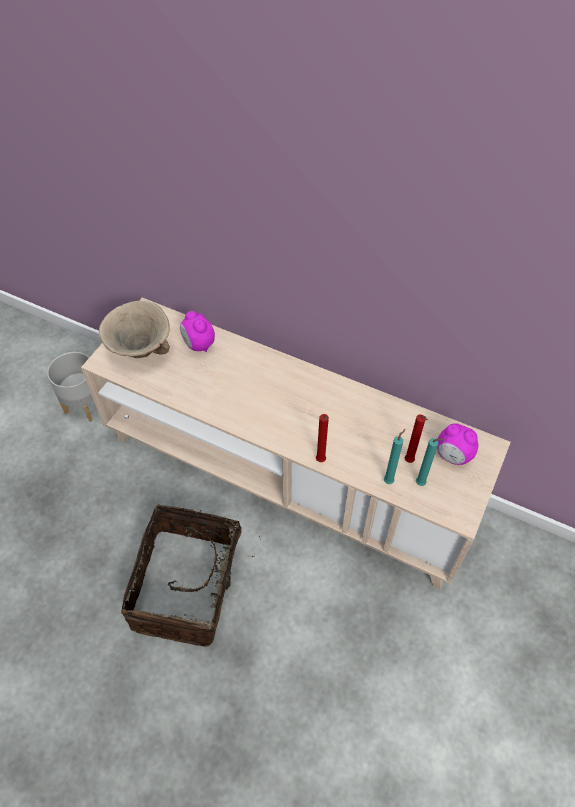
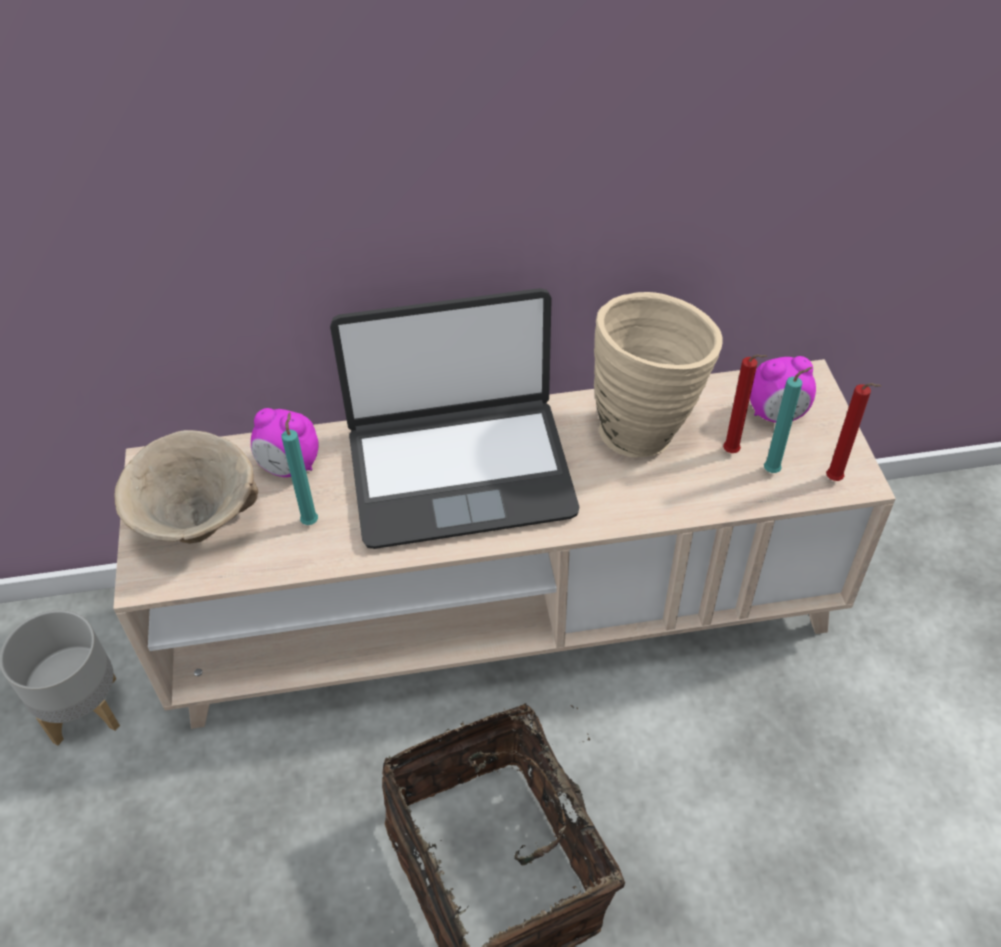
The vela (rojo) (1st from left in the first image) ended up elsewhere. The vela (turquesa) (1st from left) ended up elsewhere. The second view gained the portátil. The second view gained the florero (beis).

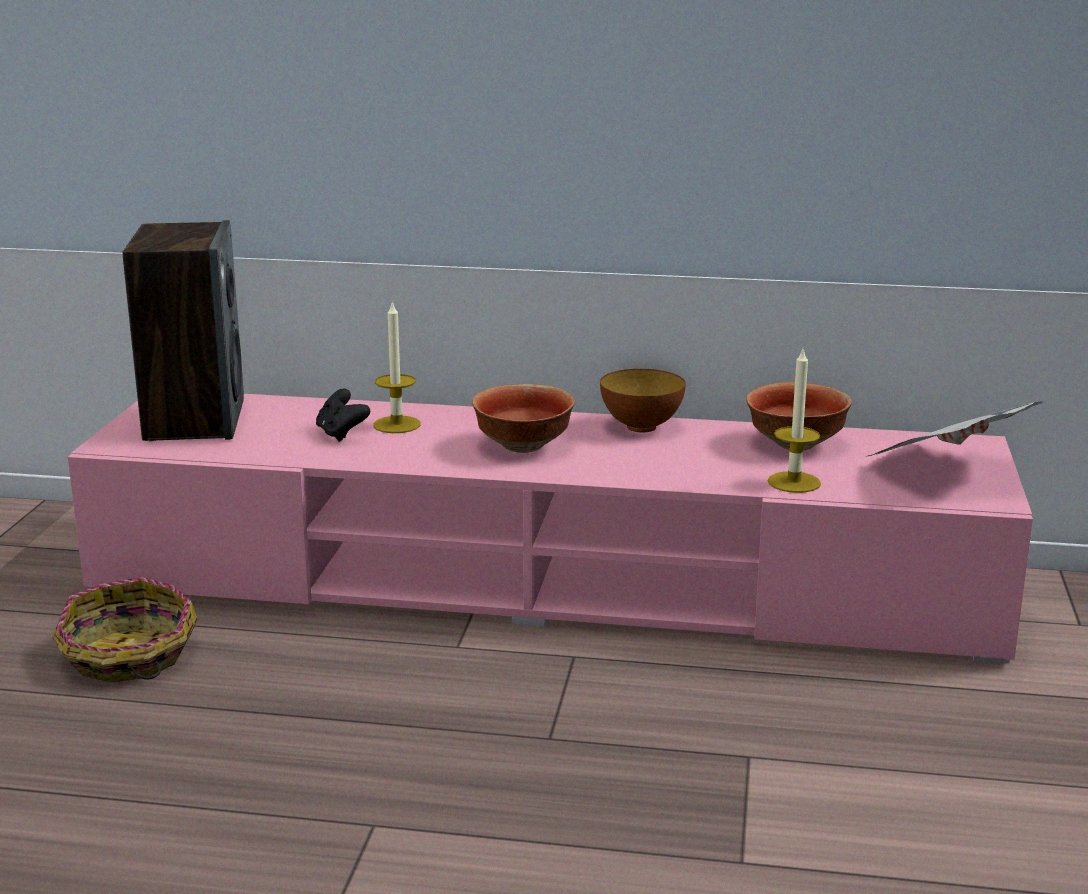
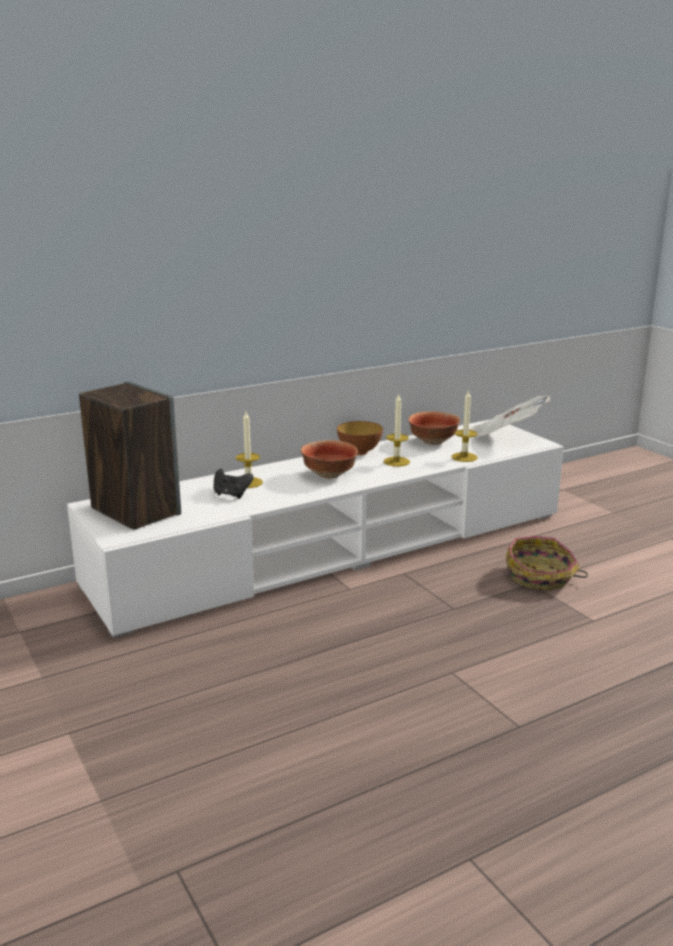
What was the mueble de televisión (rosa) turned into the mueble de televisión (blanco). The cesta ended up elsewhere. The second view gained the vela (2nd from left).

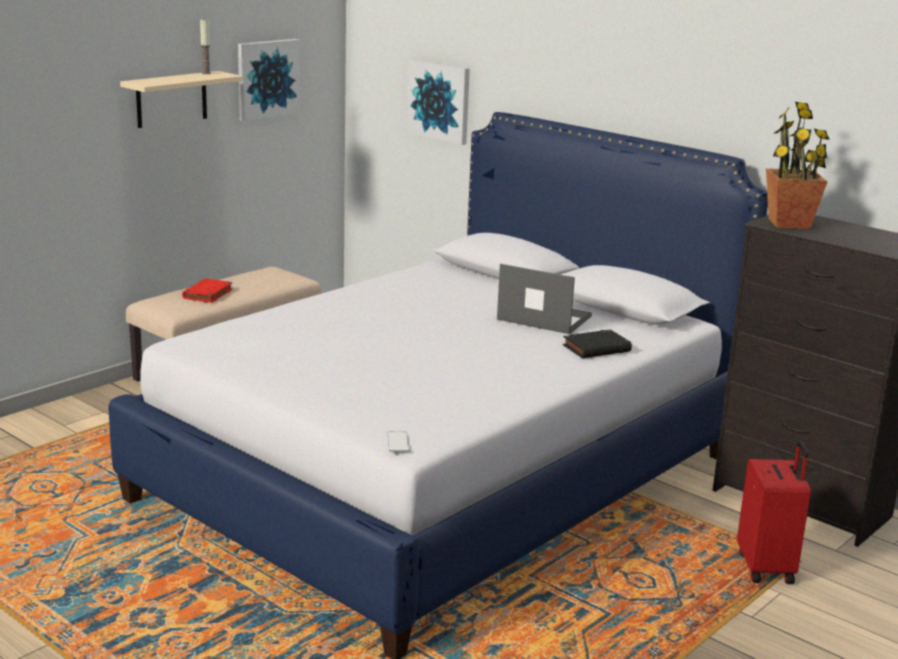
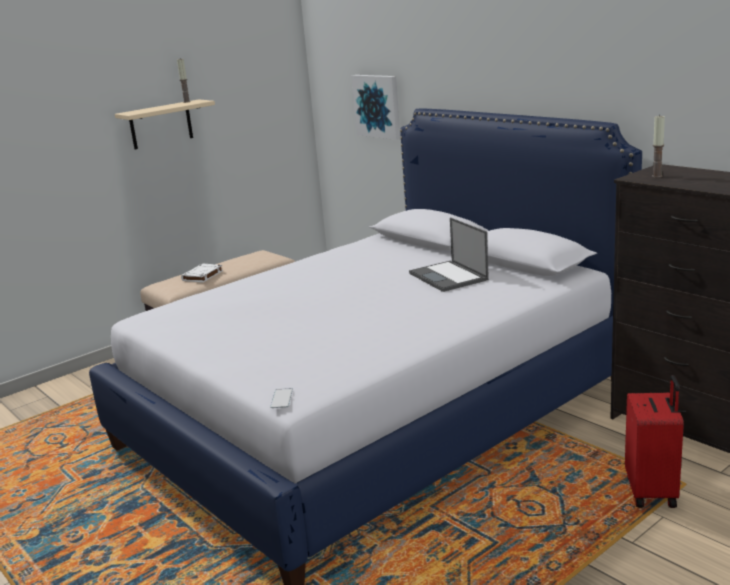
The second view lost the cuadro (1st from left). Where the planta en maceta stood, the vela (2nd from left) came to stand. The portátil ended up facing another way, 150 degrees counterclockwise from before. What was the libro (rojo) turned into the libro (blanco). The second view lost the libro (negro).

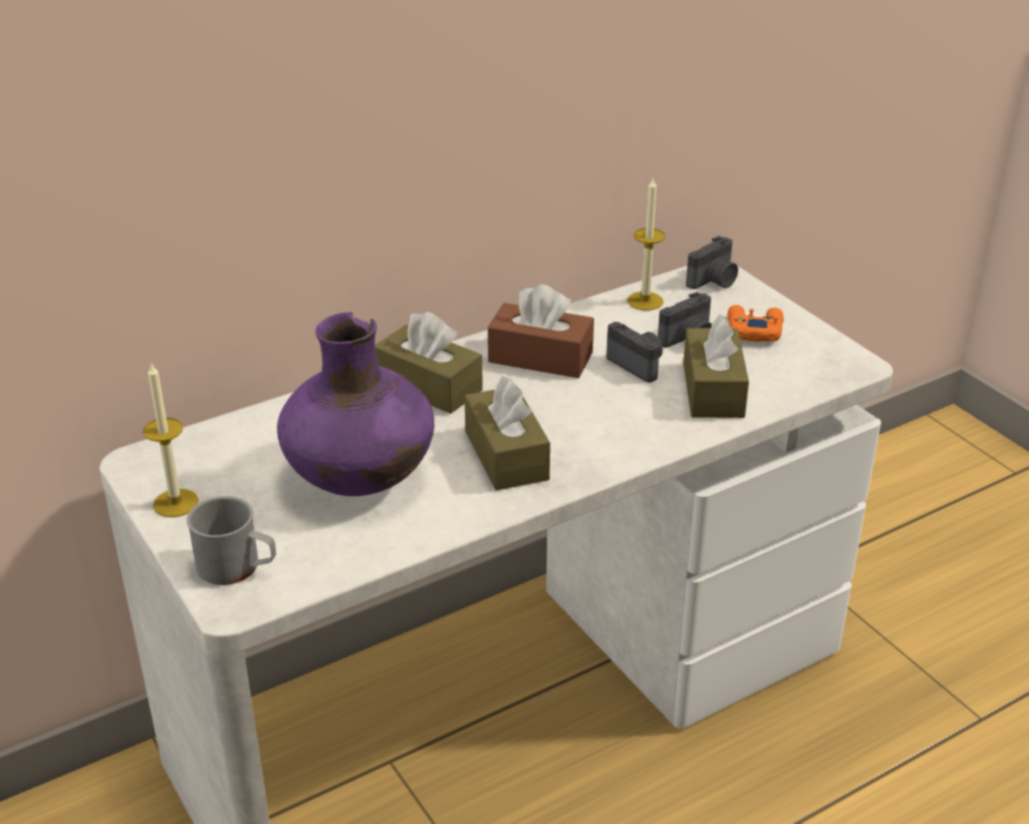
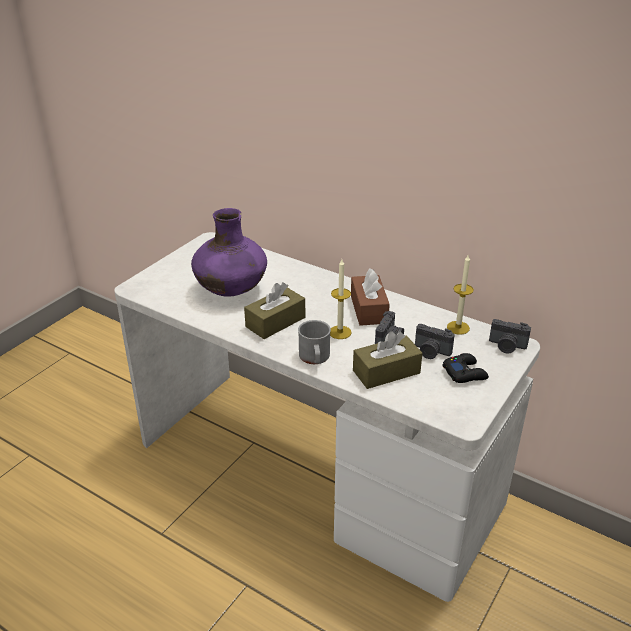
What was the mando de consola (naranja) turned into the mando de consola (negro). The second view lost the caja de pañuelos (marrón) (1st from left). The vela (1st from left) ended up elsewhere. The taza grande (gris) ended up elsewhere.

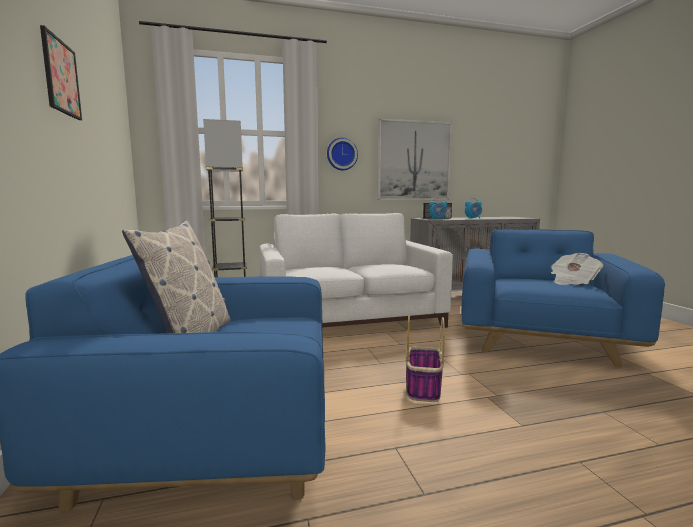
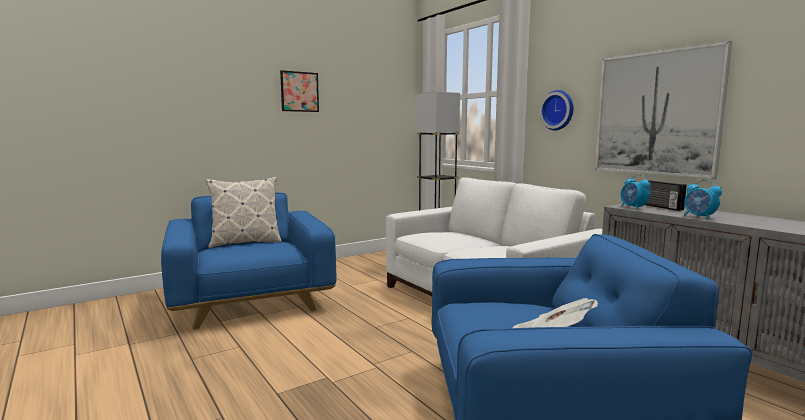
The second view lost the cesta.

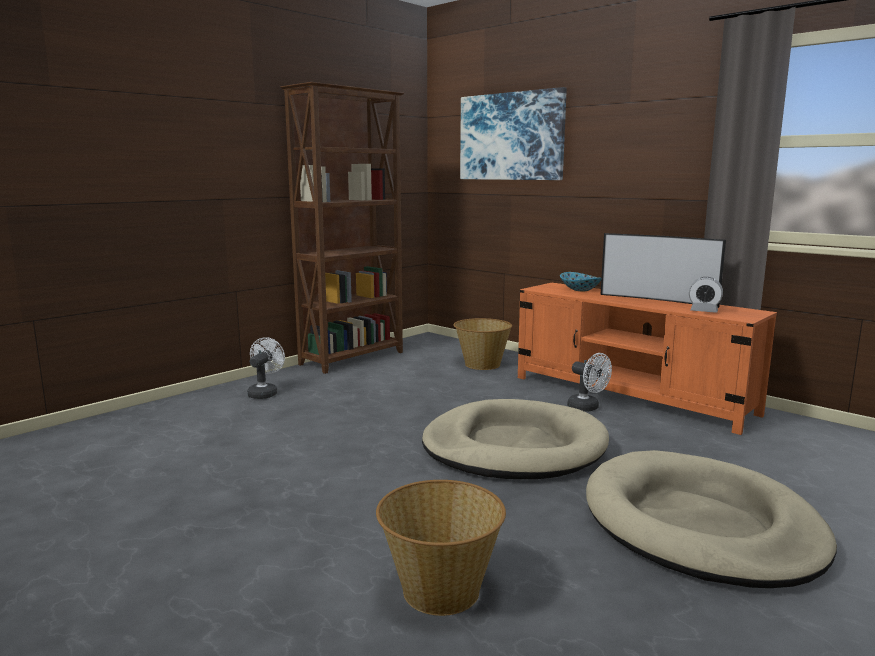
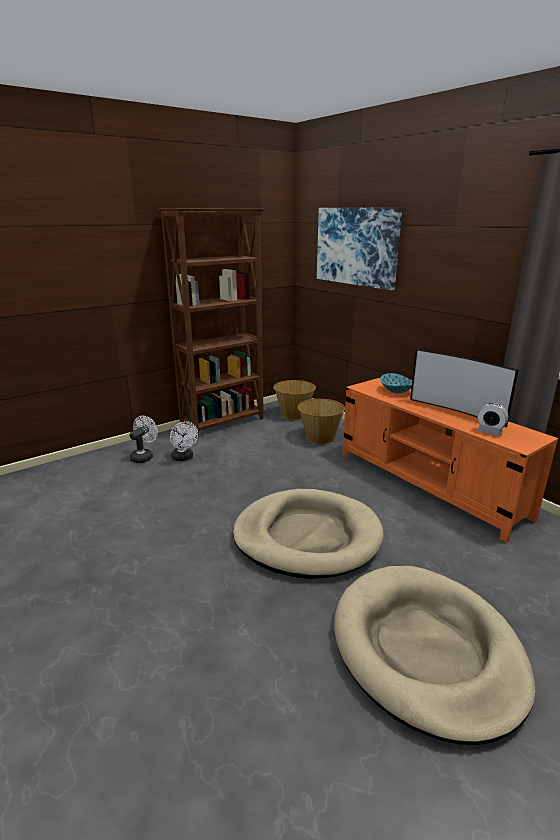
The ventilador (blanco) (2nd from left) ended up elsewhere. The cesta (1st from left) ended up elsewhere.

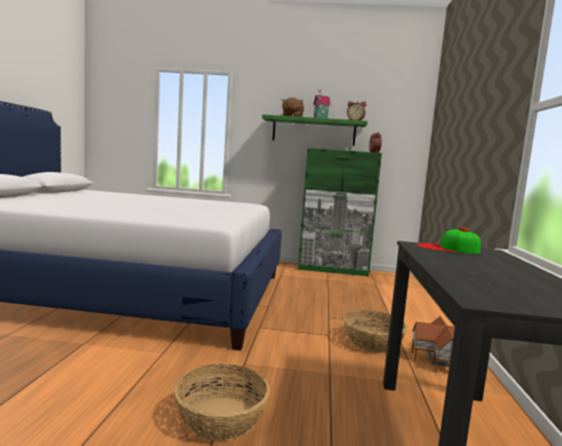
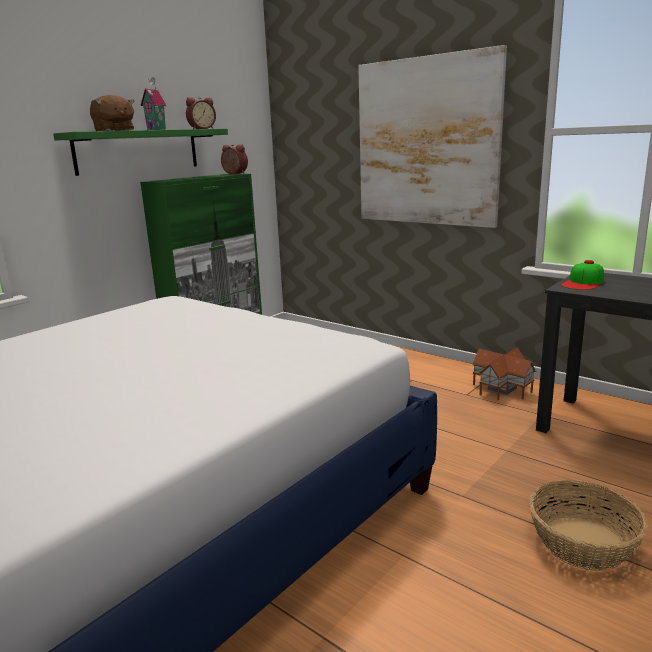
The second view lost the cesta (2nd from left). The second view gained the cuadro.

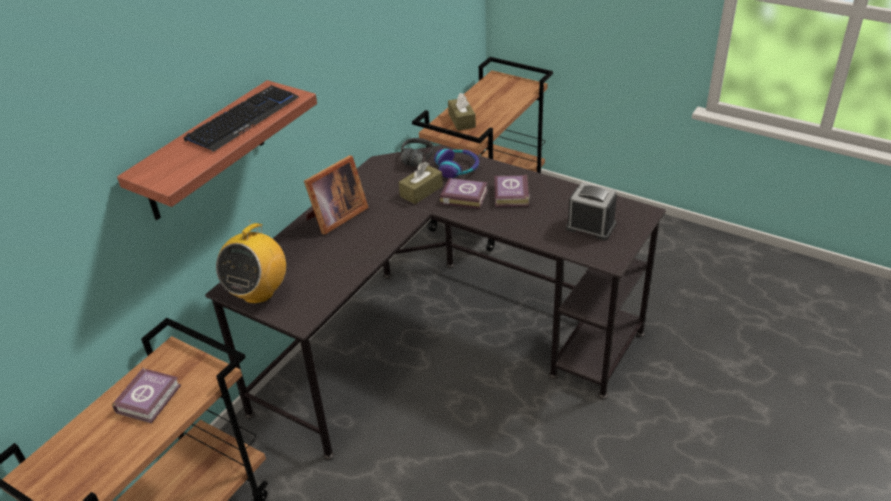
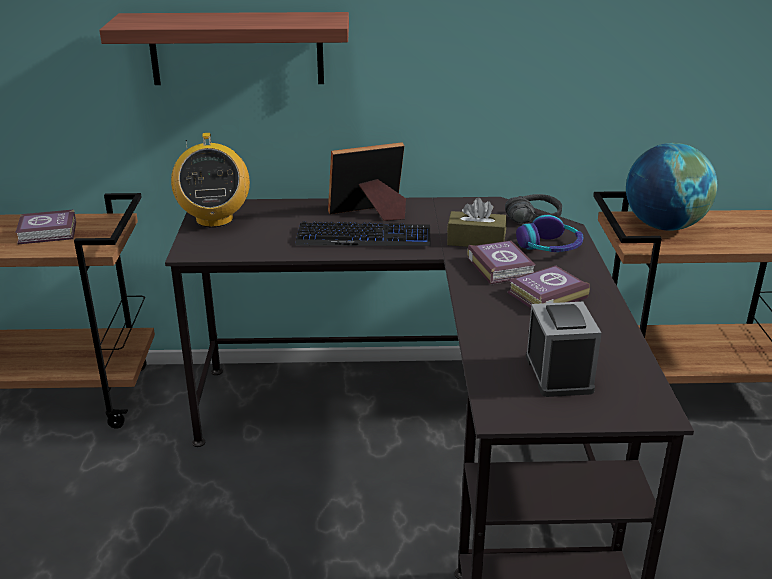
The teclado ended up elsewhere. Where the caja de pañuelos (marrón) (2nd from left) stood, the globo terráqueo came to stand. The portarretratos ended up facing another way, 150 degrees clockwise from before. The radio ended up facing another way, 90 degrees counterclockwise from before.

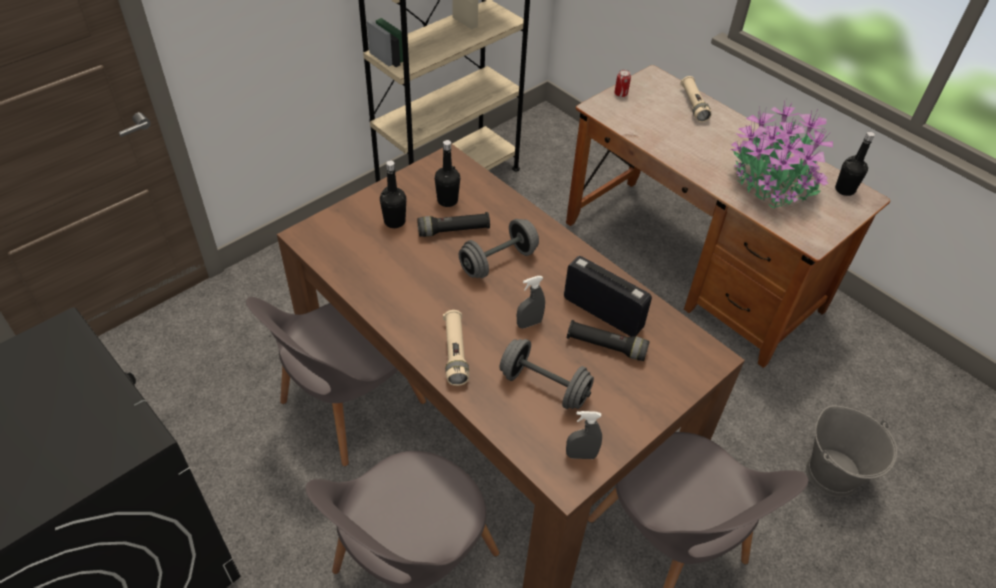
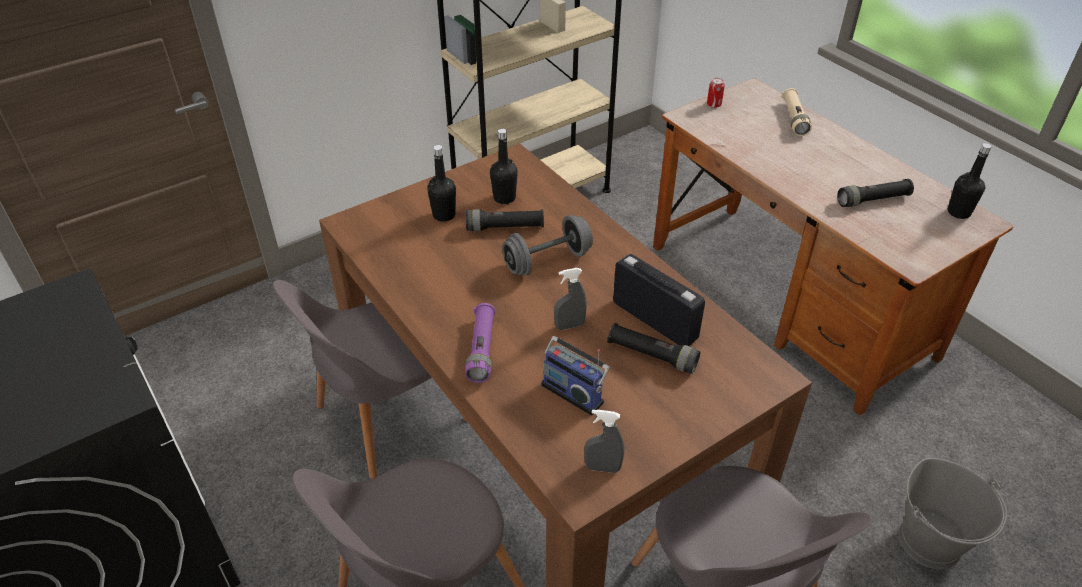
Where the planta en maceta stood, the linterna (negro) (3rd from left) came to stand. What was the linterna (beis) (1st from left) turned into the linterna (morado). Where the mancuerna (gris) (2nd from left) stood, the radio (1st from left) came to stand.

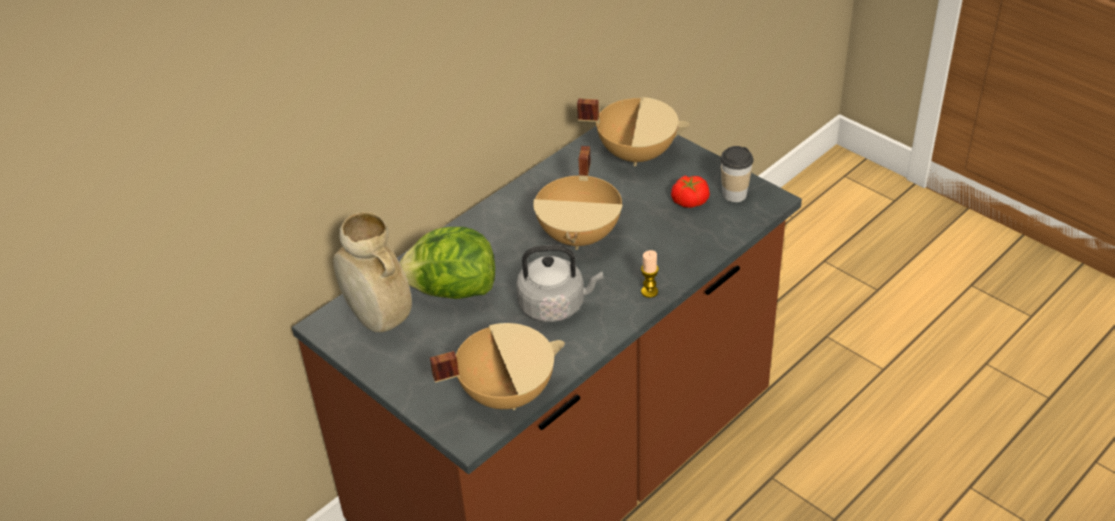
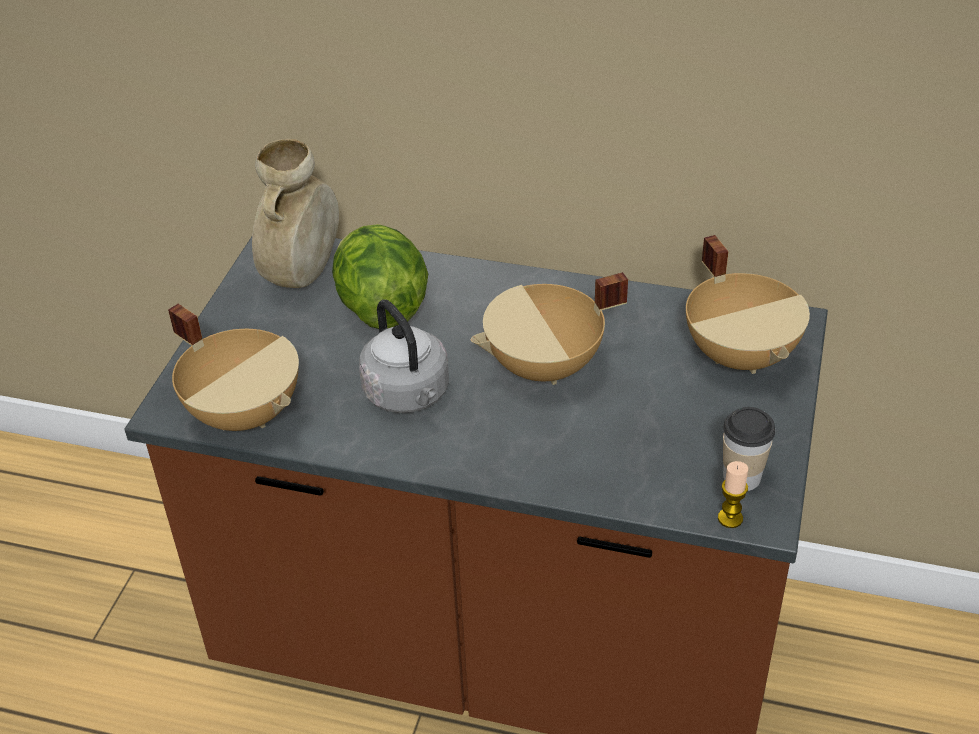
The second view lost the tomate. The vela ended up elsewhere.

